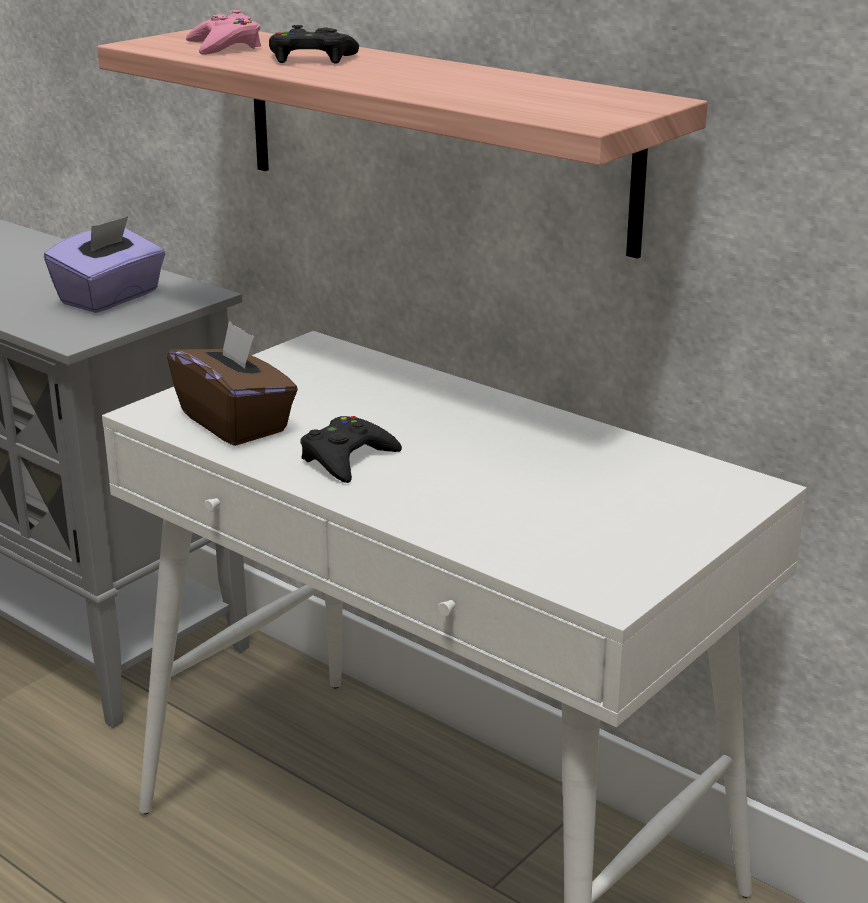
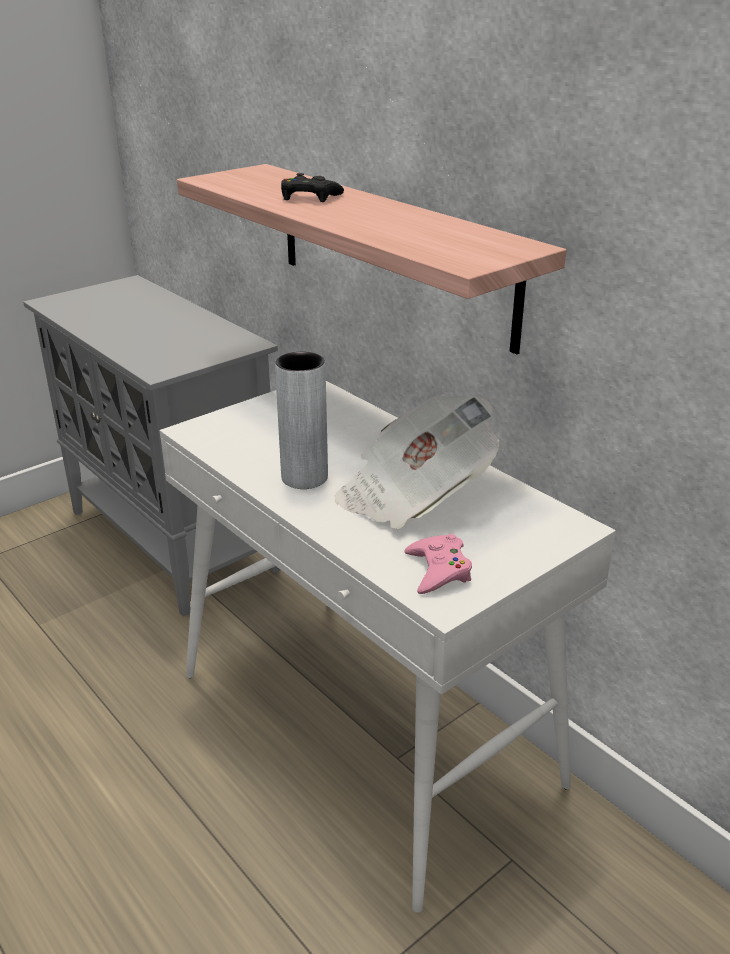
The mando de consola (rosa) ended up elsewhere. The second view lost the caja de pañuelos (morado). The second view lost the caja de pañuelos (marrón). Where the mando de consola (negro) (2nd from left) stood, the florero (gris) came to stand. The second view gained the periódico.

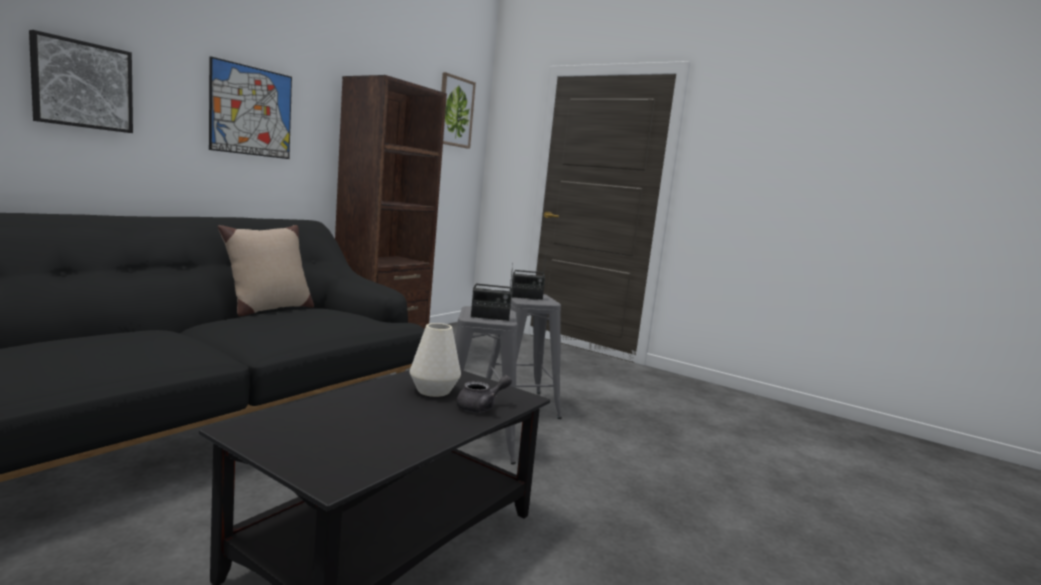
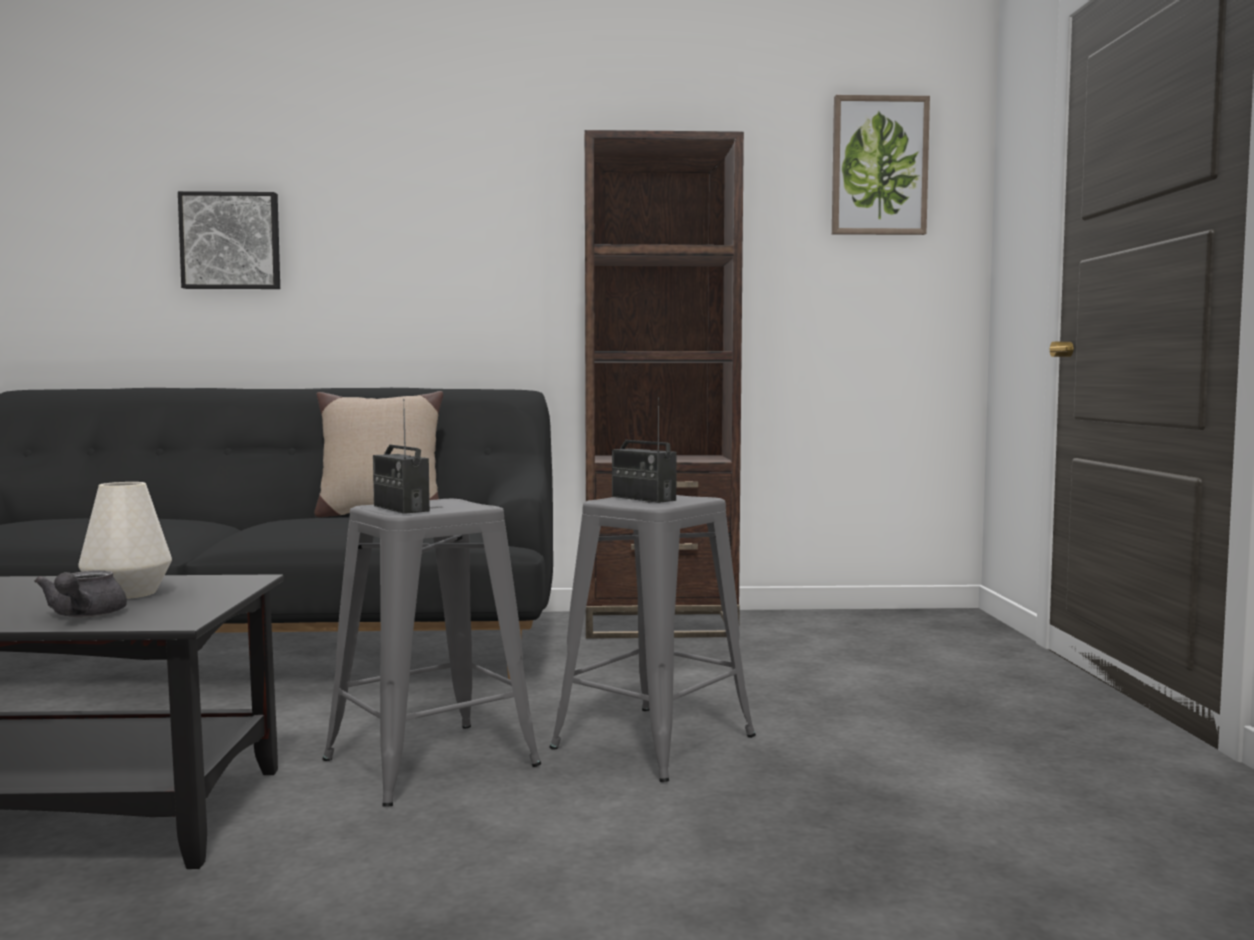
The second view lost the cuadro (2nd from left). The tetera (gris) ended up facing another way, 60 degrees clockwise from before.

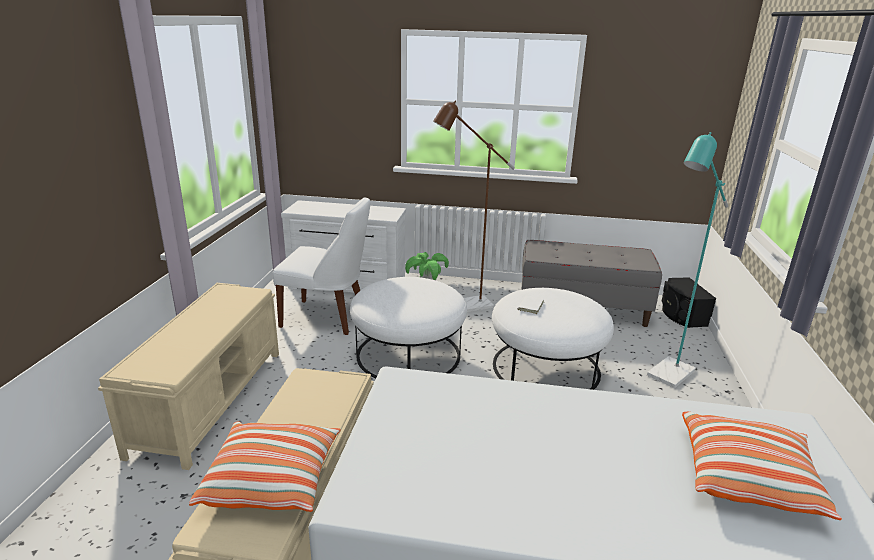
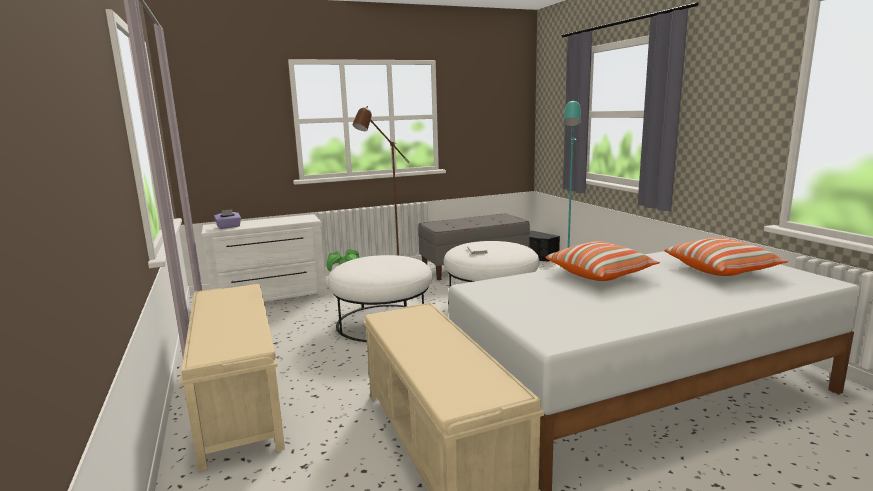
The second view lost the silla (blanco). The cojín (1st from left) ended up elsewhere. The second view gained the caja de pañuelos (morado).

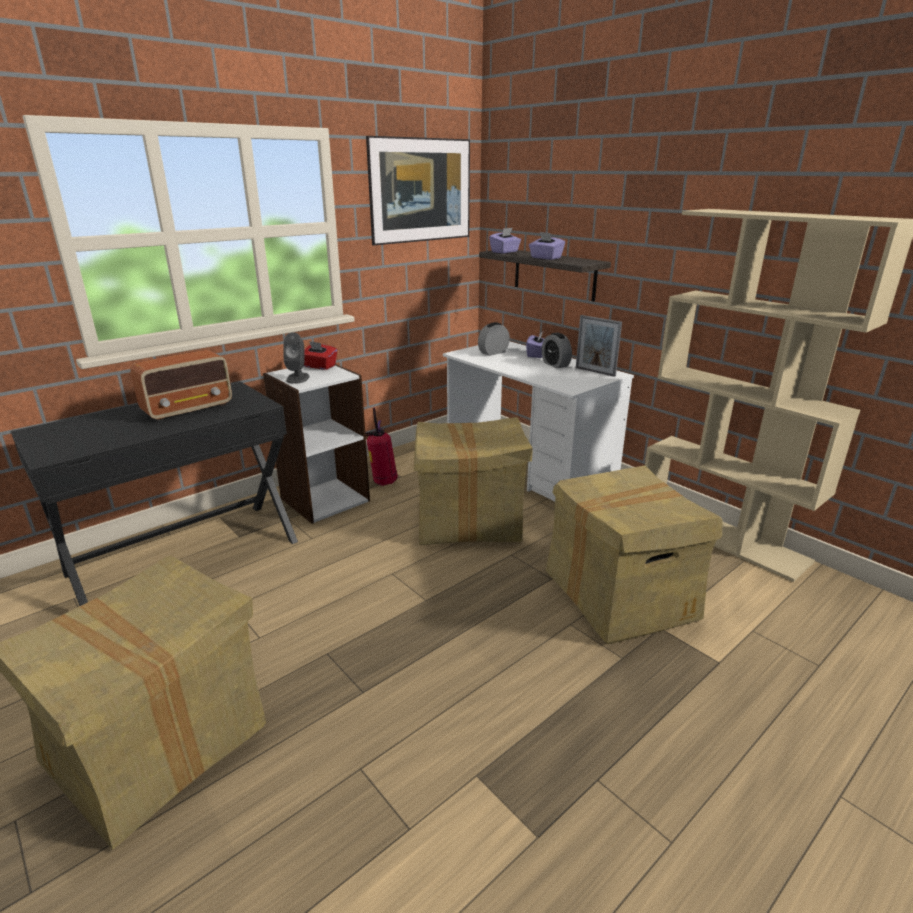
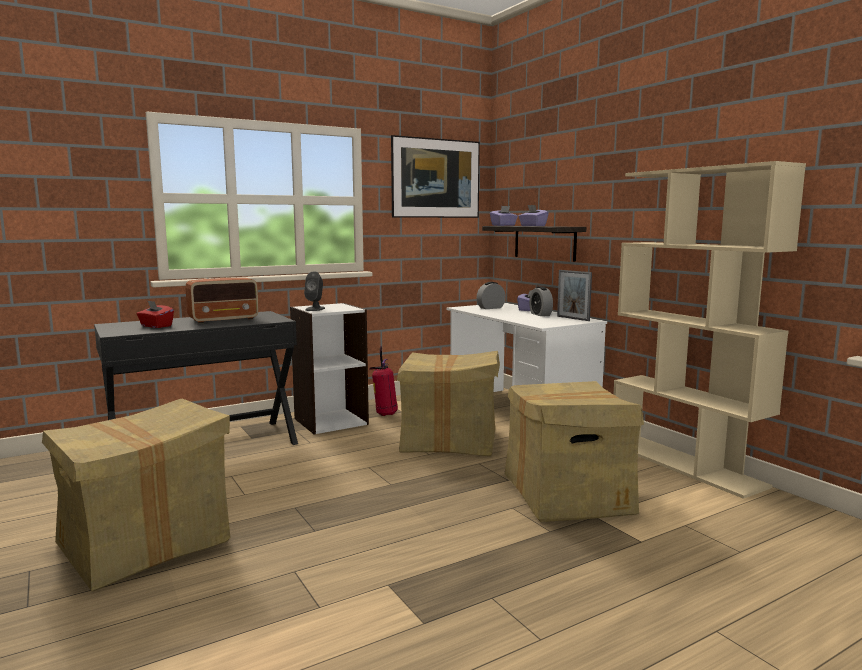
The caja de pañuelos (rojo) ended up elsewhere.

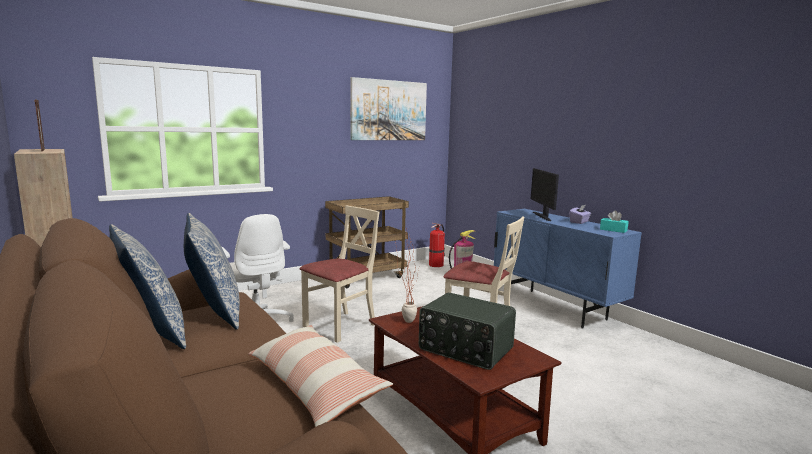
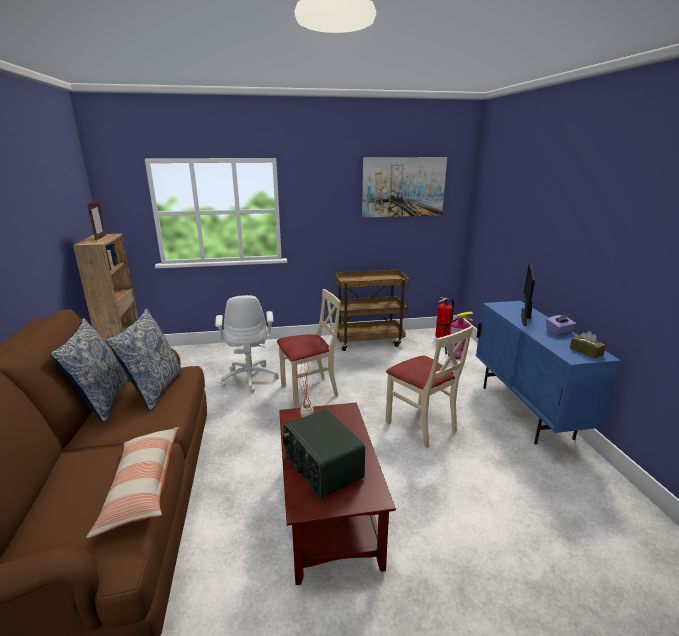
What was the caja de pañuelos (turquesa) turned into the caja de pañuelos (marrón).

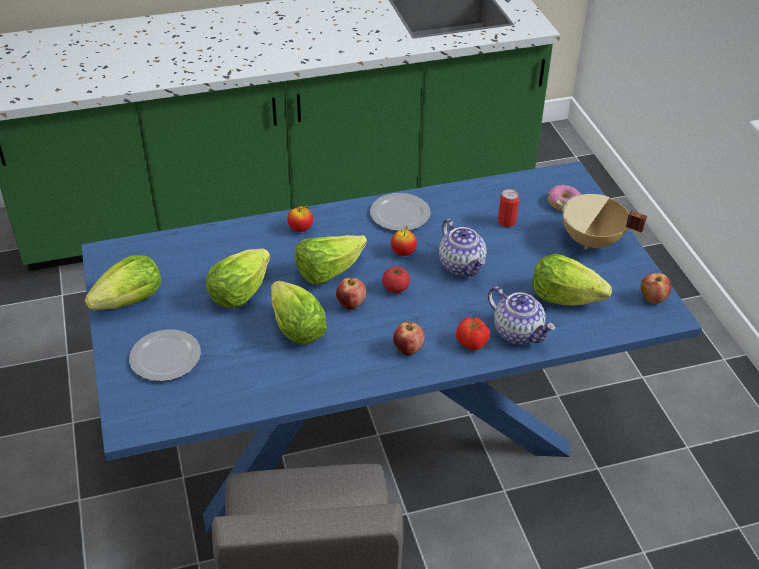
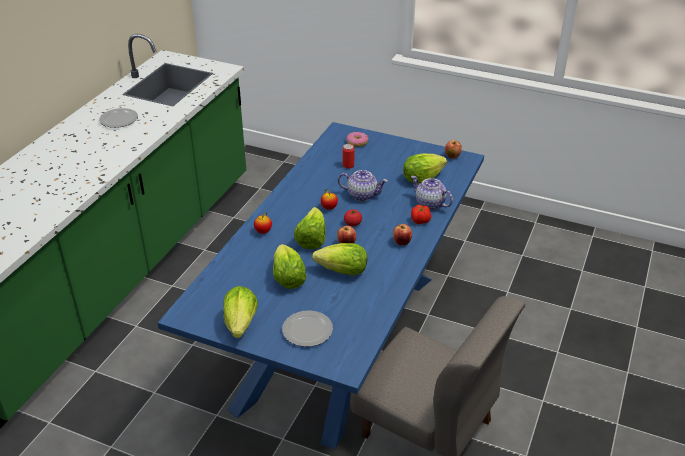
The plato (2nd from left in the first image) ended up elsewhere. The second view lost the olla (beis). The tetera (2nd from left) ended up facing another way, 135 degrees counterclockwise from before.

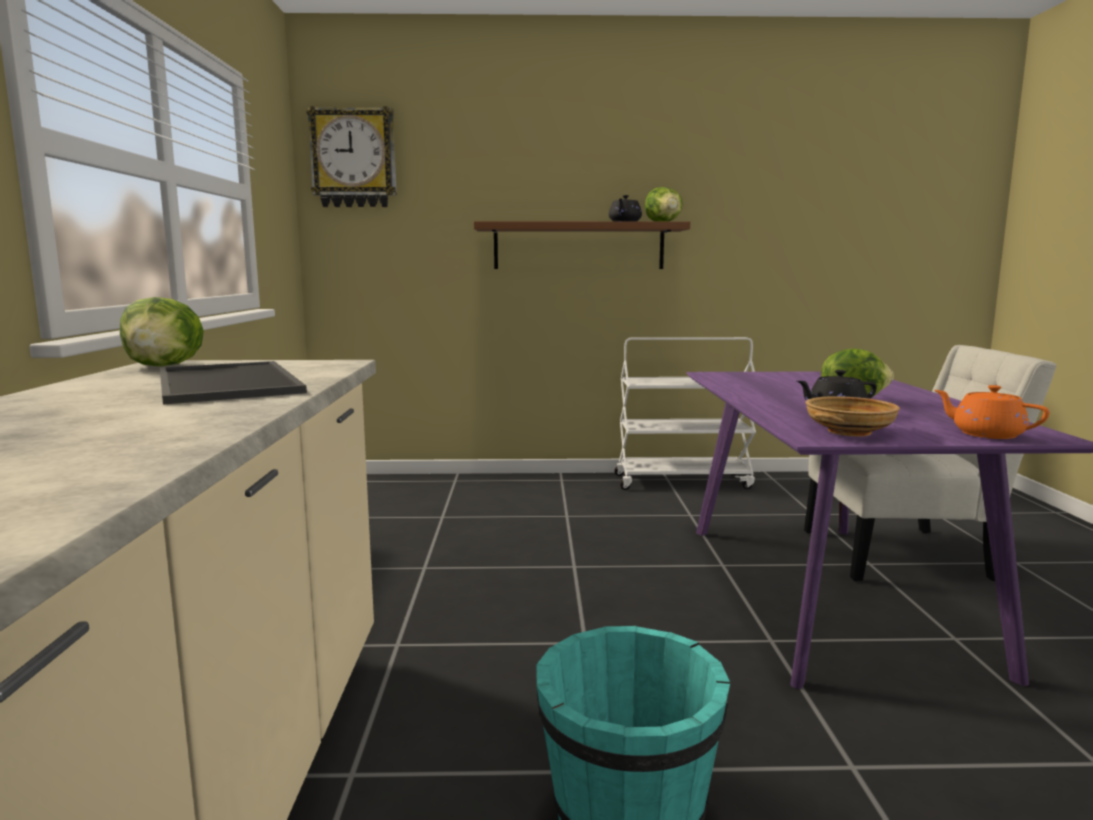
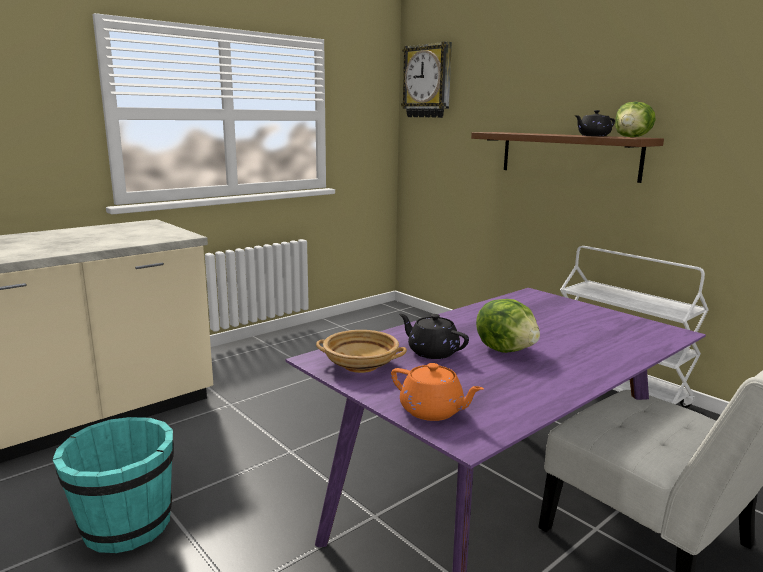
The second view lost the lechuga (1st from left). The second view lost the bandeja. The tetera (naranja) ended up facing another way, 120 degrees clockwise from before.

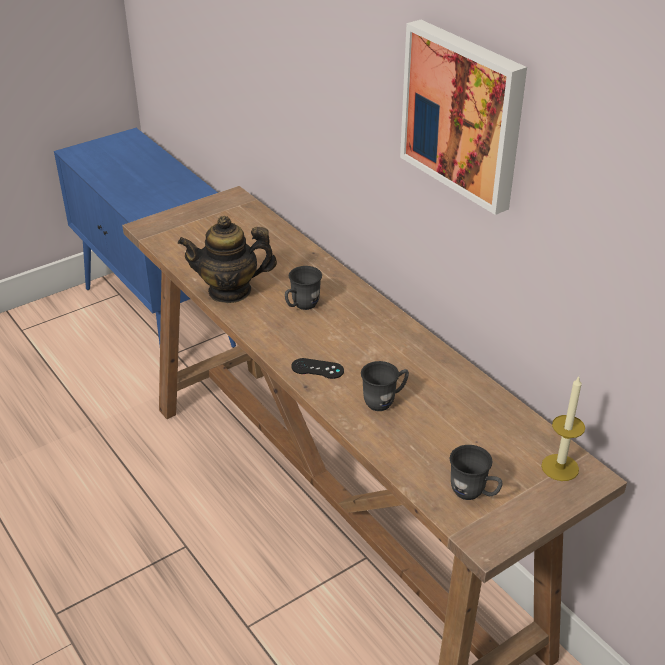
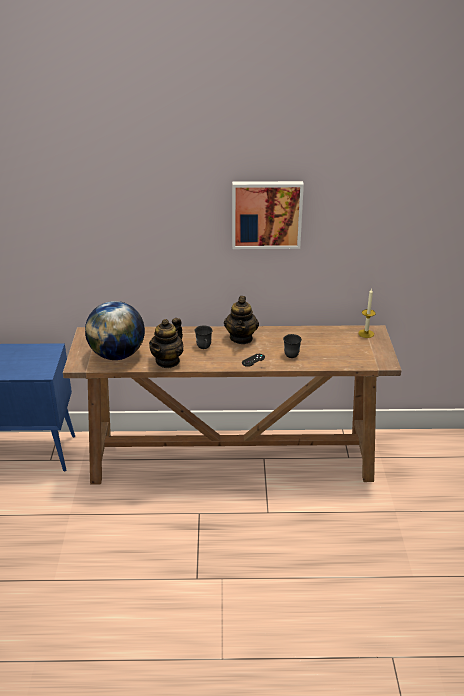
The second view lost the taza grande (gris) (3rd from left). The second view gained the tetera (2nd from left). The second view gained the globo terráqueo.

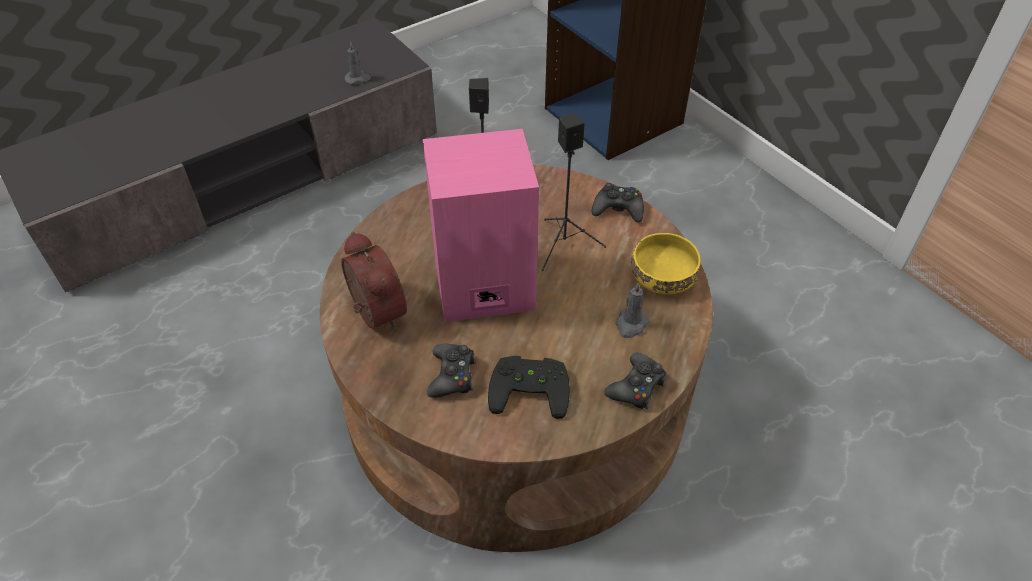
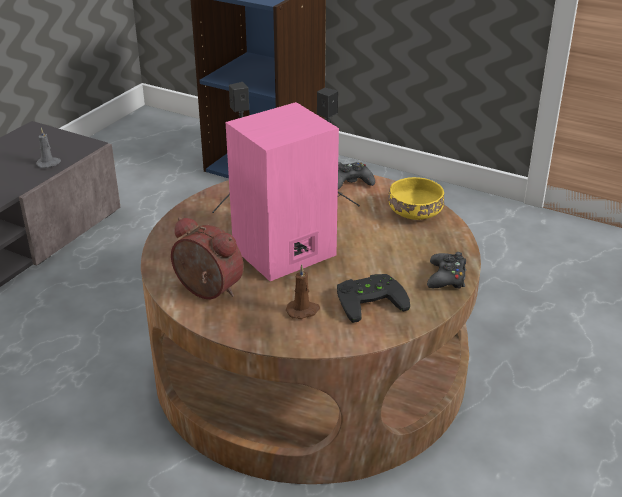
The second view lost the vela (gris) (2nd from left). Where the mando de consola (negro) (1st from left) stood, the vela (marrón) came to stand.

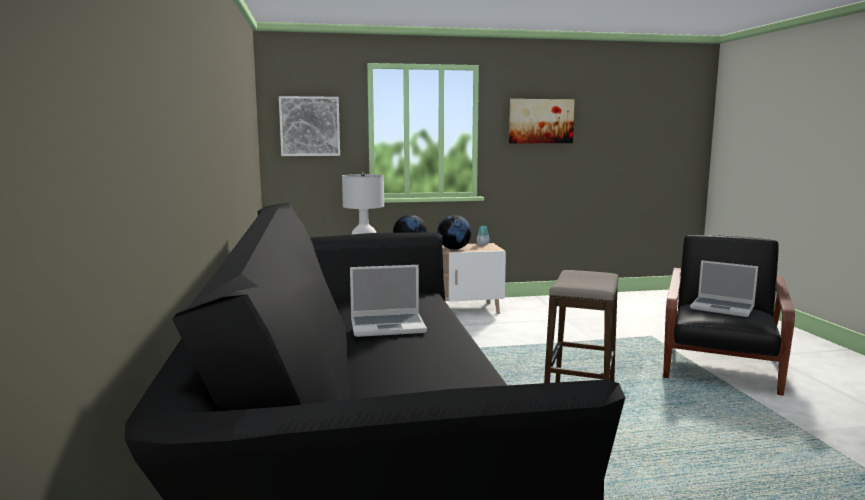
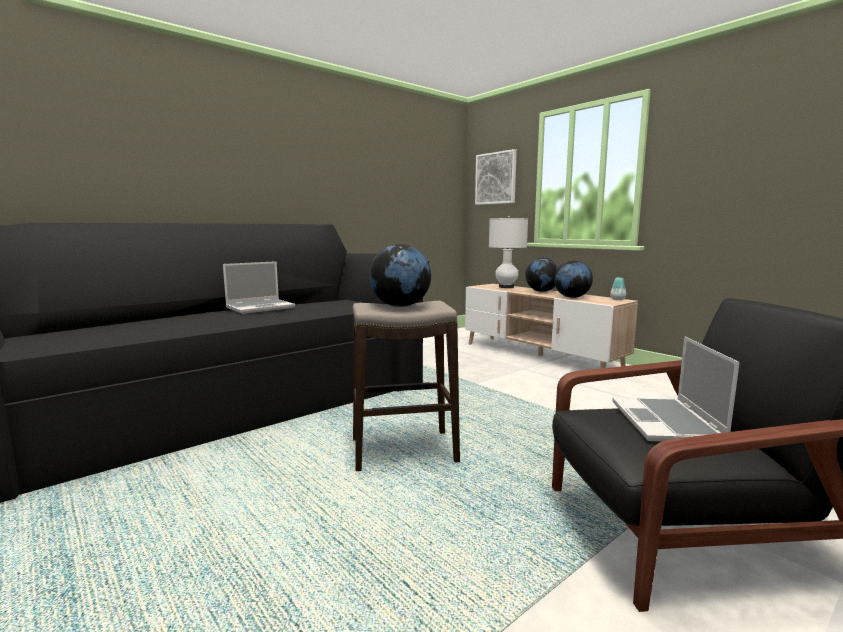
The second view lost the cuadro (2nd from left). The portátil (1st from left) ended up facing another way, 90 degrees counterclockwise from before. The second view gained the globo terráqueo (1st from left).

